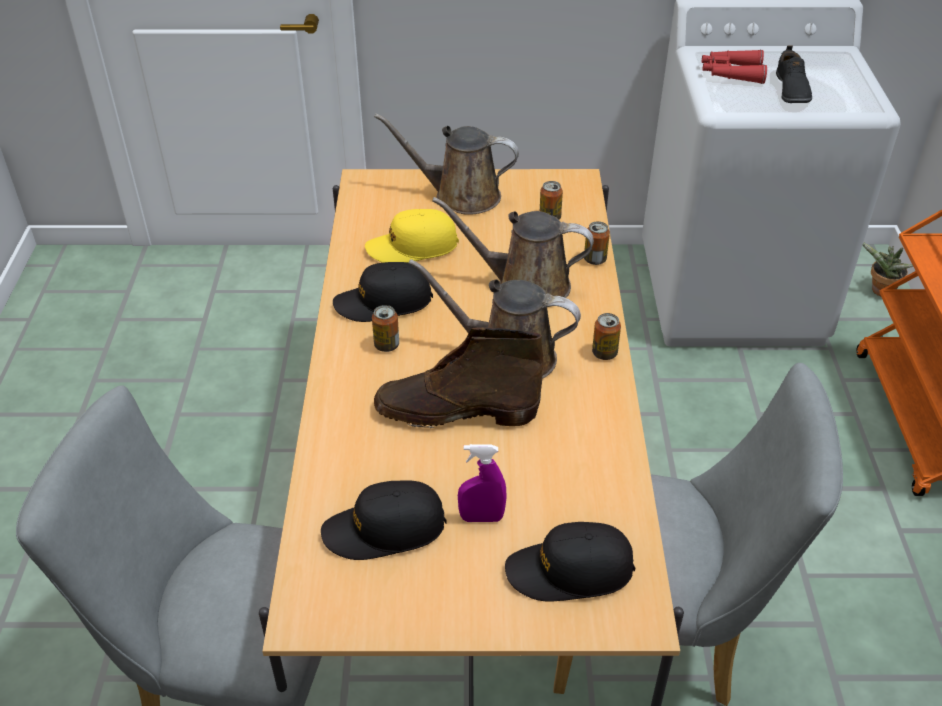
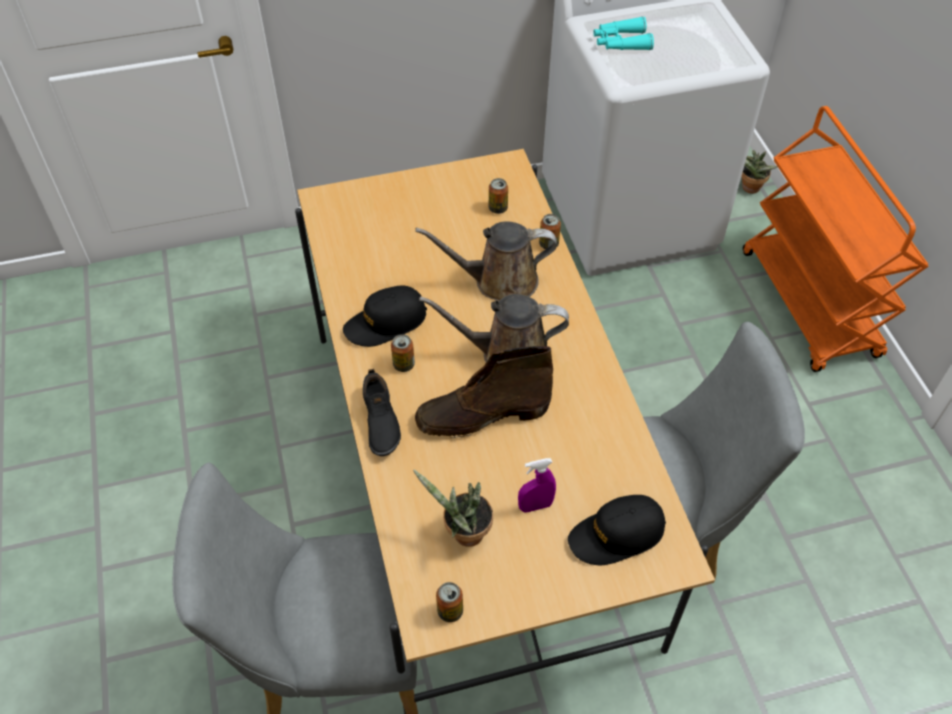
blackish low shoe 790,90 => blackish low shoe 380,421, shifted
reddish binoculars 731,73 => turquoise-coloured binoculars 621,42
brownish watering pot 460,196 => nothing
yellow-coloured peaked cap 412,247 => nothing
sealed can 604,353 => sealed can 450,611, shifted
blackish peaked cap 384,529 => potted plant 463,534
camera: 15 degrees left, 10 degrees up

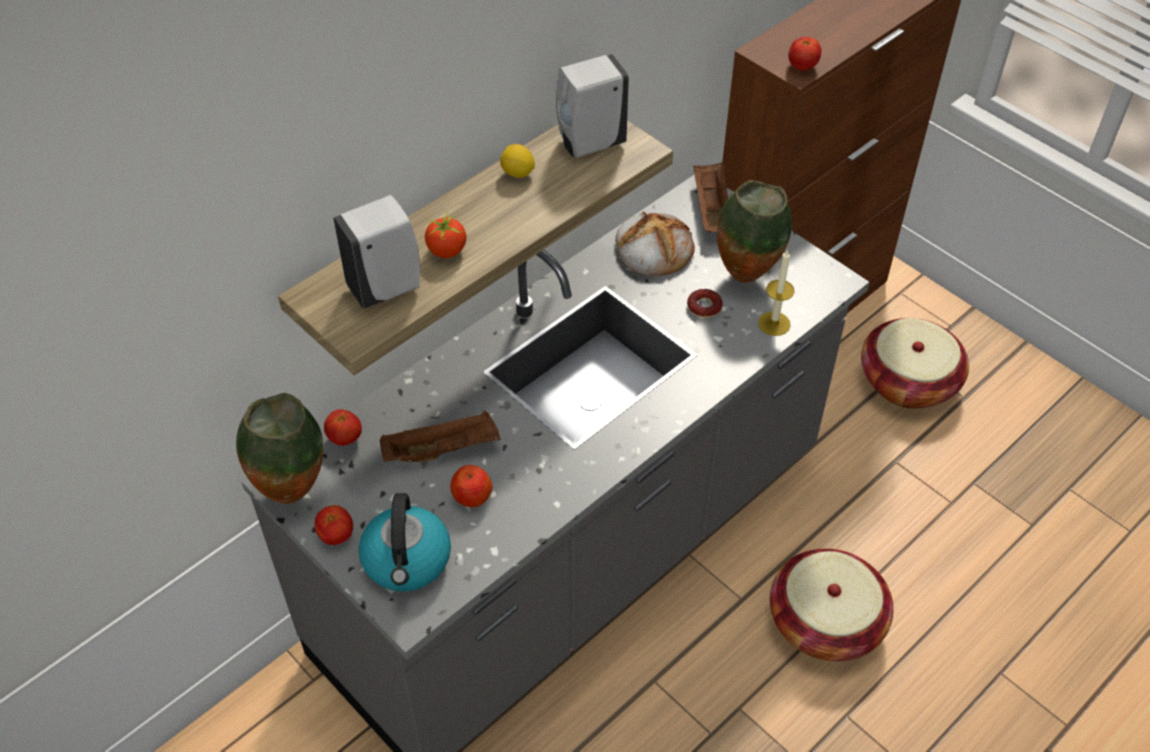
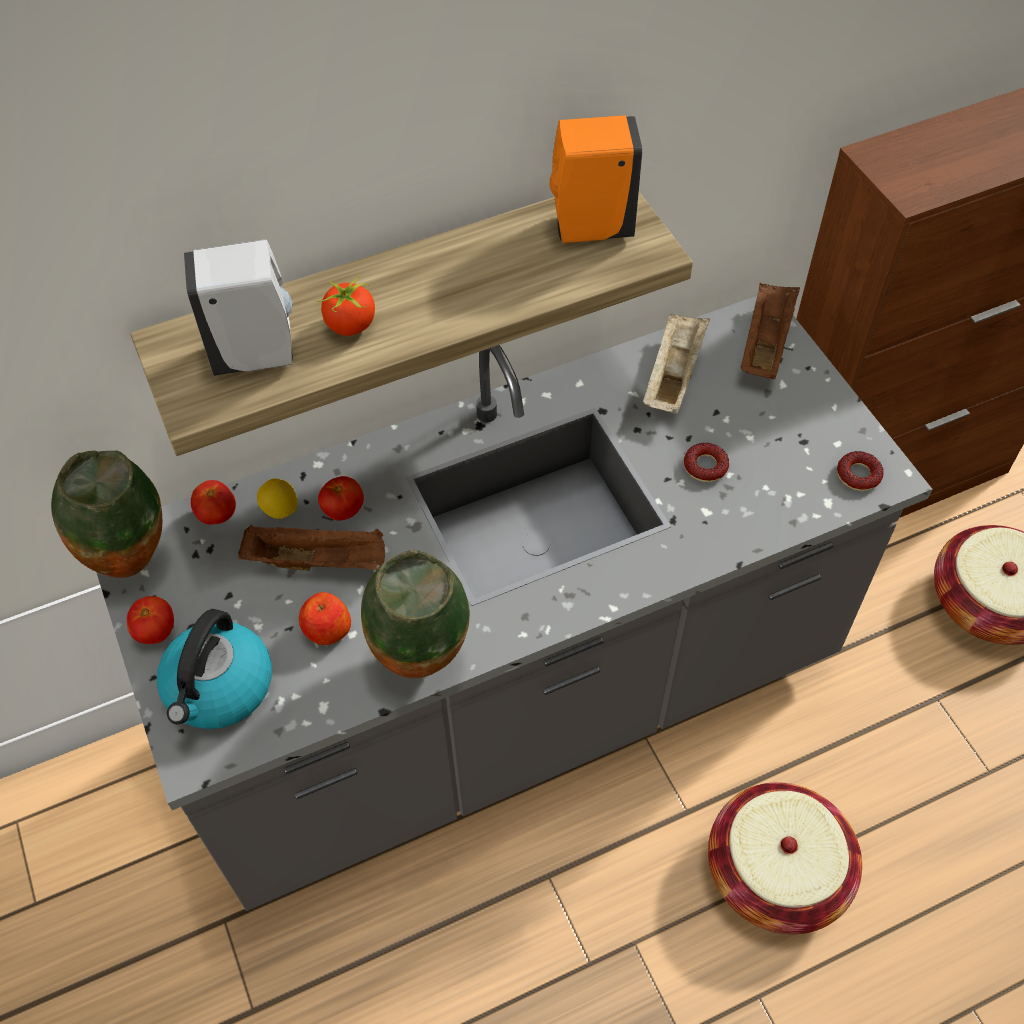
whole tomato 802,66 => whole tomato 343,510, shifted
white soap bottle 589,144 => orangey soap bottle 589,228
lemon 517,173 => lemon 280,509, shifted
decorative vase 746,275 => decorative vase 422,661, shifted
bakery bread 653,248 => beige-coloured serving tray 673,375
candle 774,323 => nothing
nothing => ring doughnut 858,475
camera: 20 degrees right, 5 degrees up

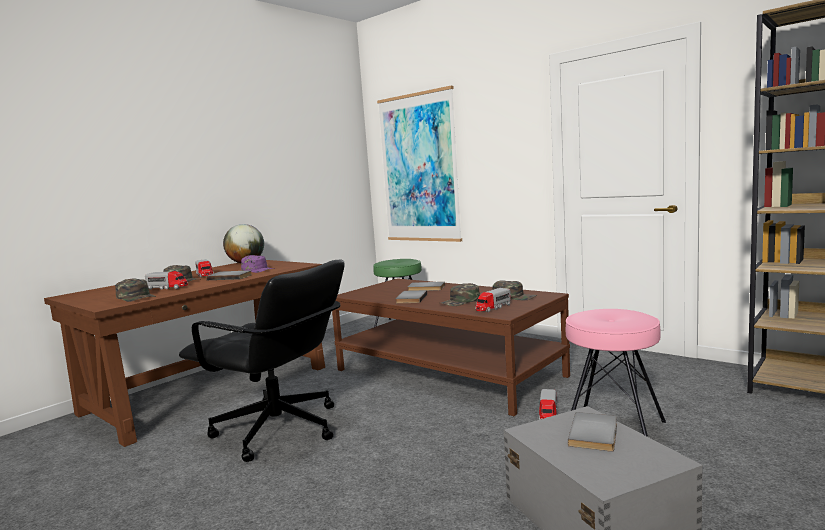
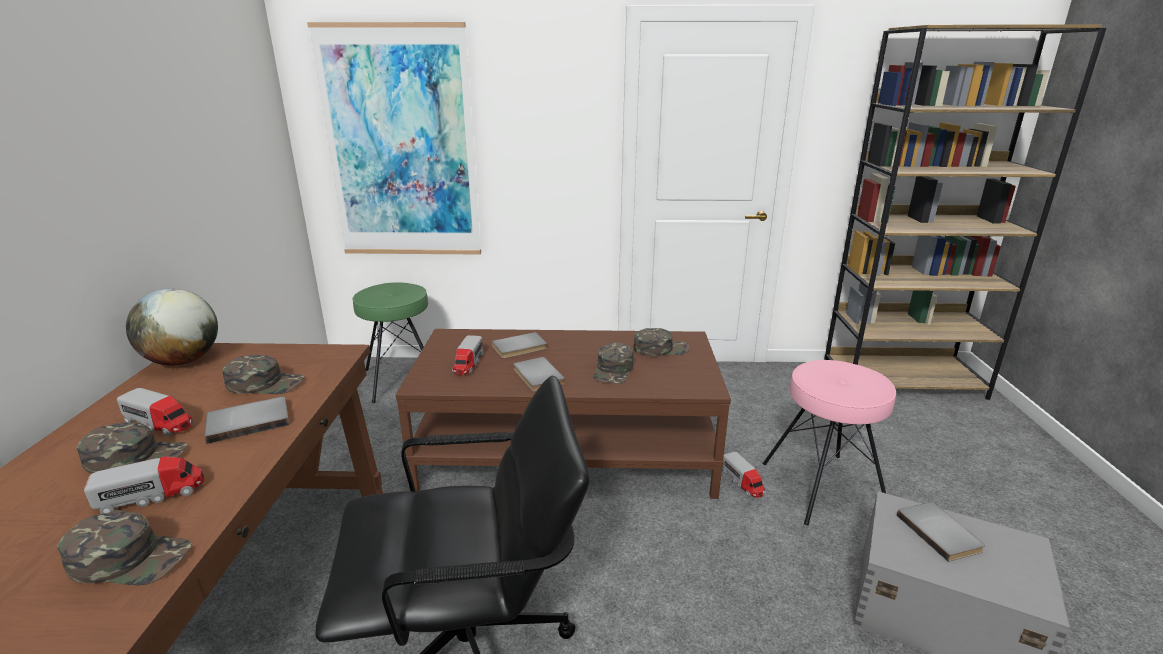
purplish peaked cap 258,270 => green-coloured peaked cap 266,383
toy lorry 492,308 => toy lorry 468,364, shifted
camera: 40 degrees left, 15 degrees up

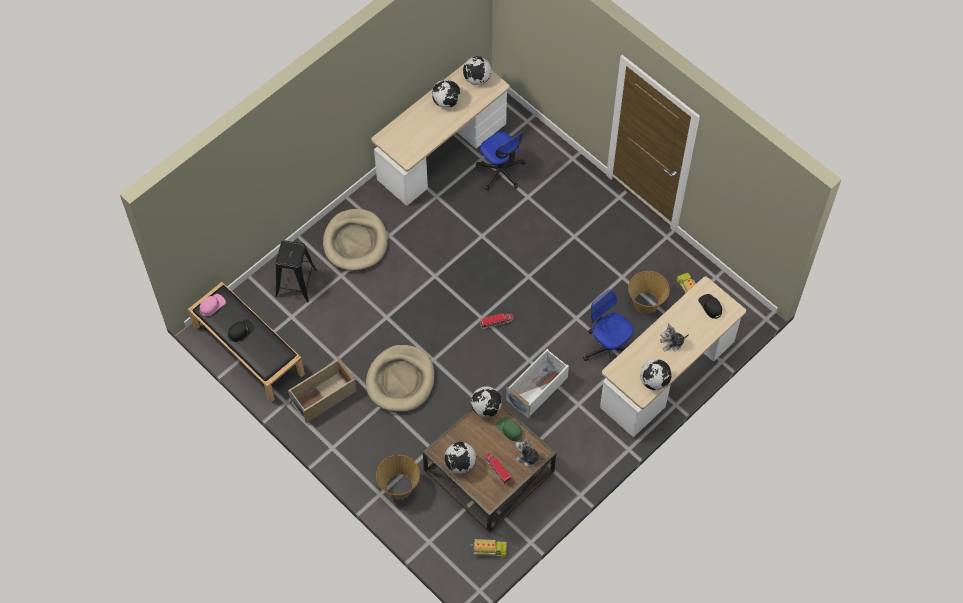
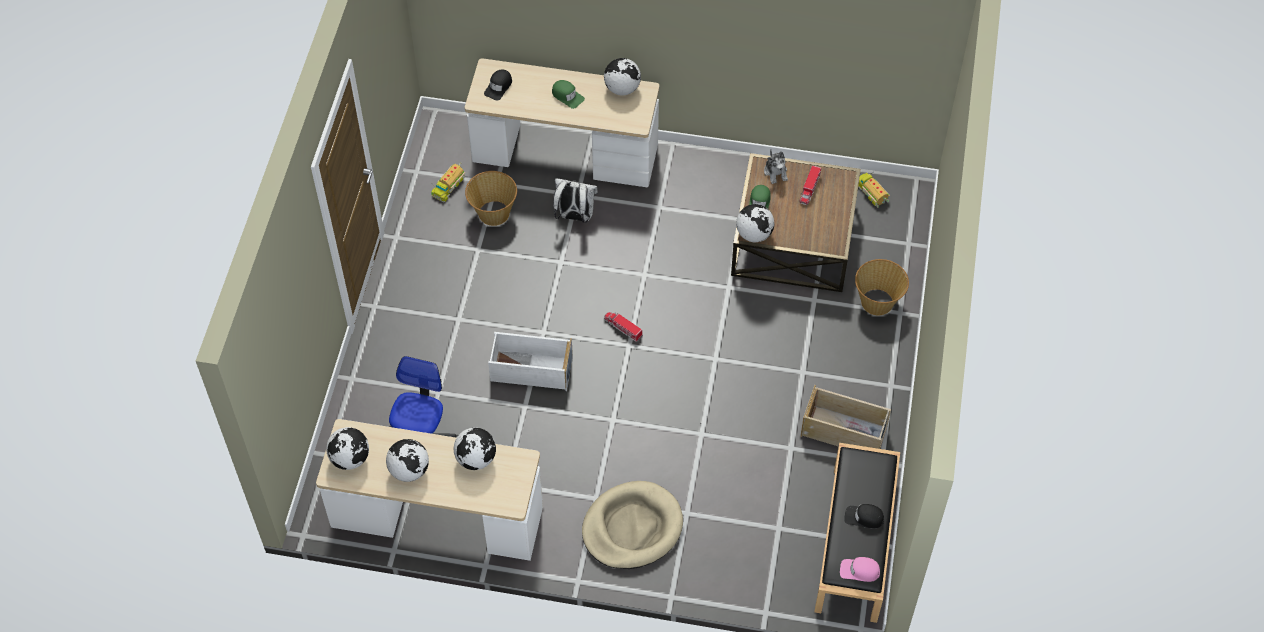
blackish stool seat 296,283 => nothing
computer chair 608,348 => white knapsack 574,216
soft toy 672,343 => green-coloured peaked cap 567,96
beige-coloured dog bed 400,380 => nothing
white storage box 537,388 => white storage box 530,370, shifted
world globe 460,464 => world globe 476,459, shifted
camera: 125 degrees left, 5 degrees down

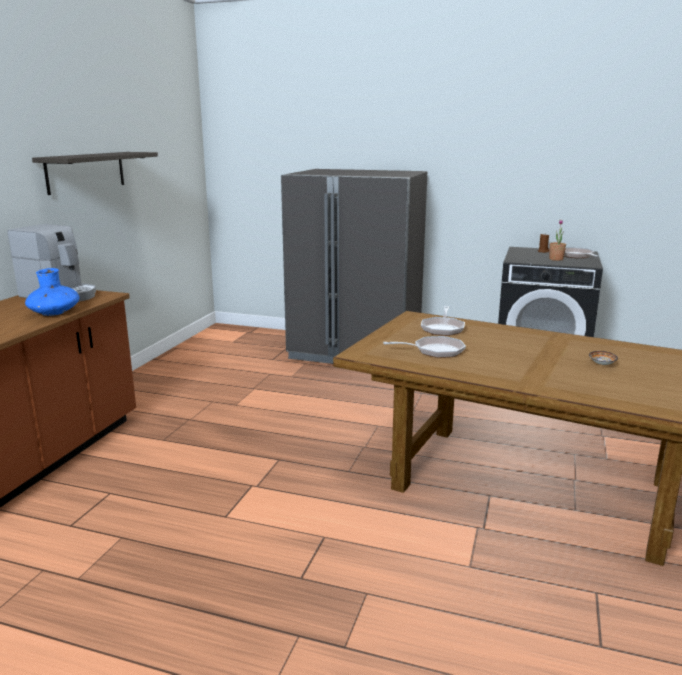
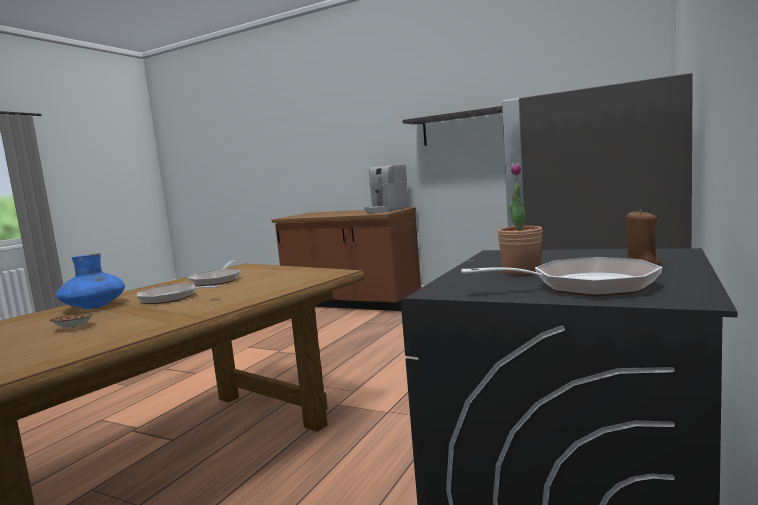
blue decorative vase 54,313 => blue decorative vase 94,306, shifted
skillet 442,328 => skillet 172,298, shifted
camera: 100 degrees right, 10 degrees down

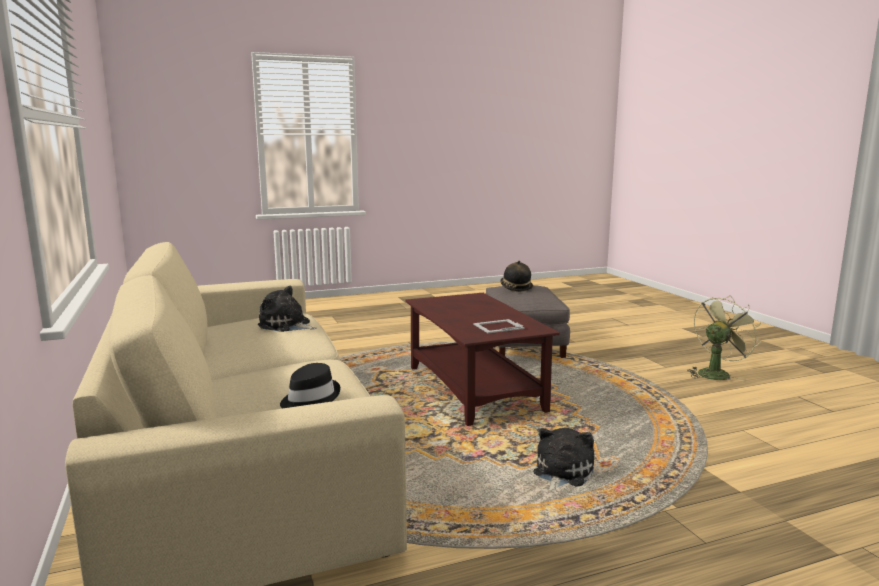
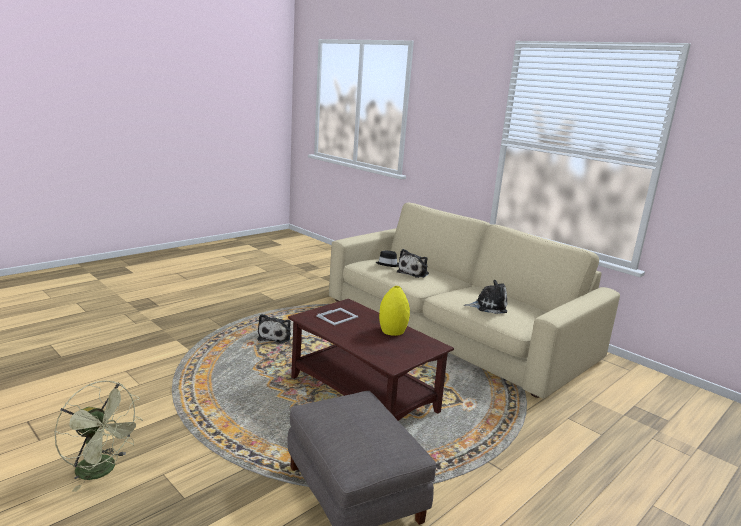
wearable hat 515,288 => nothing
green-coloured electric fan 716,373 => green-coloured electric fan 102,471, 90 degrees counterclockwise
nothing => soft toy 414,273
nothing => yellow-coloured decorative vase 392,331
camera: 155 degrees right, 5 degrees up

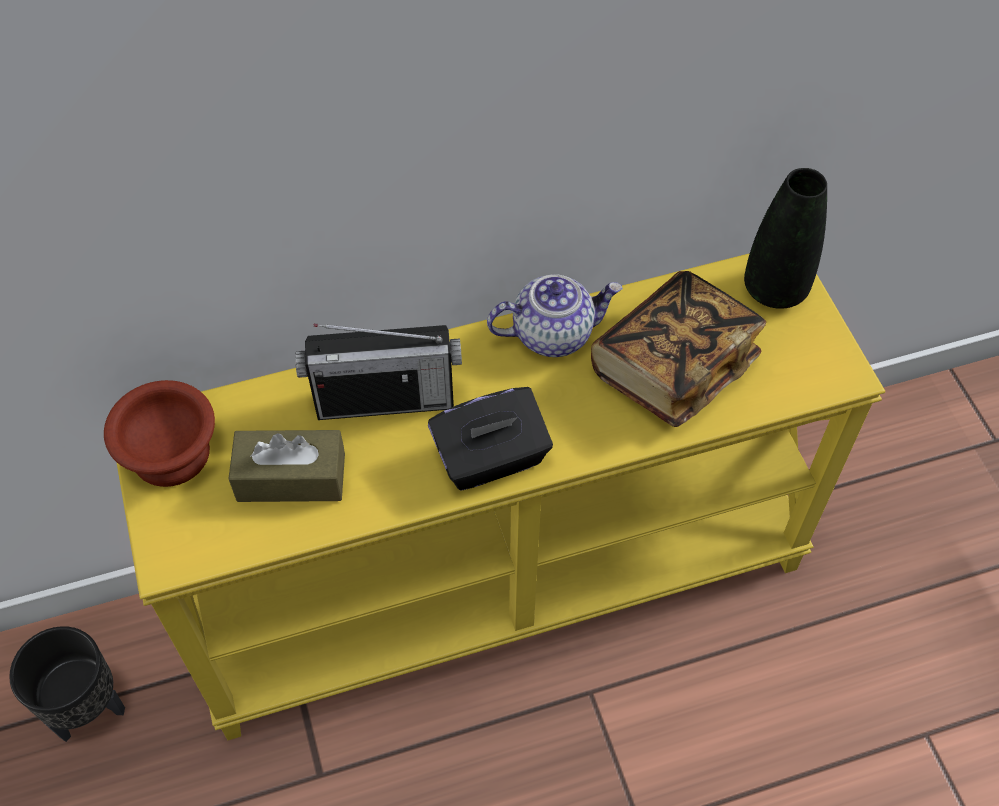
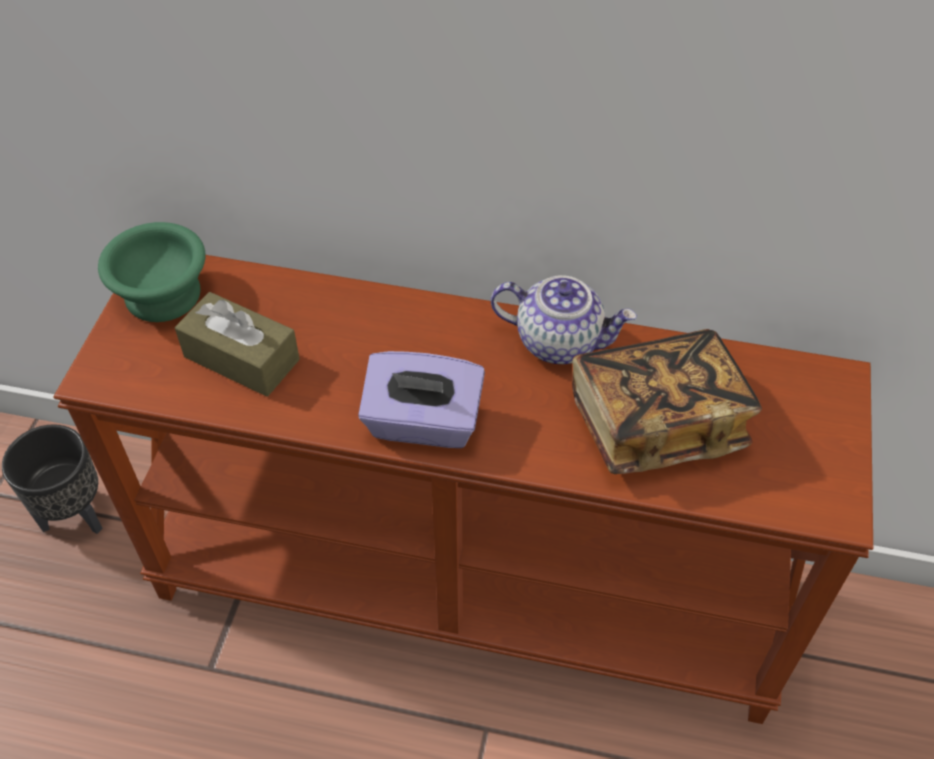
blackish decorative vase 775,290 => nothing
yellow-coloured hall table 499,578 => brownish hall table 469,582
radio 385,400 => nothing
brownish deep dish 170,451 => green-coloured deep dish 164,292
blackish box of tissues 491,459 => purplish box of tissues 423,424
camera: 30 degrees right, 5 degrees down

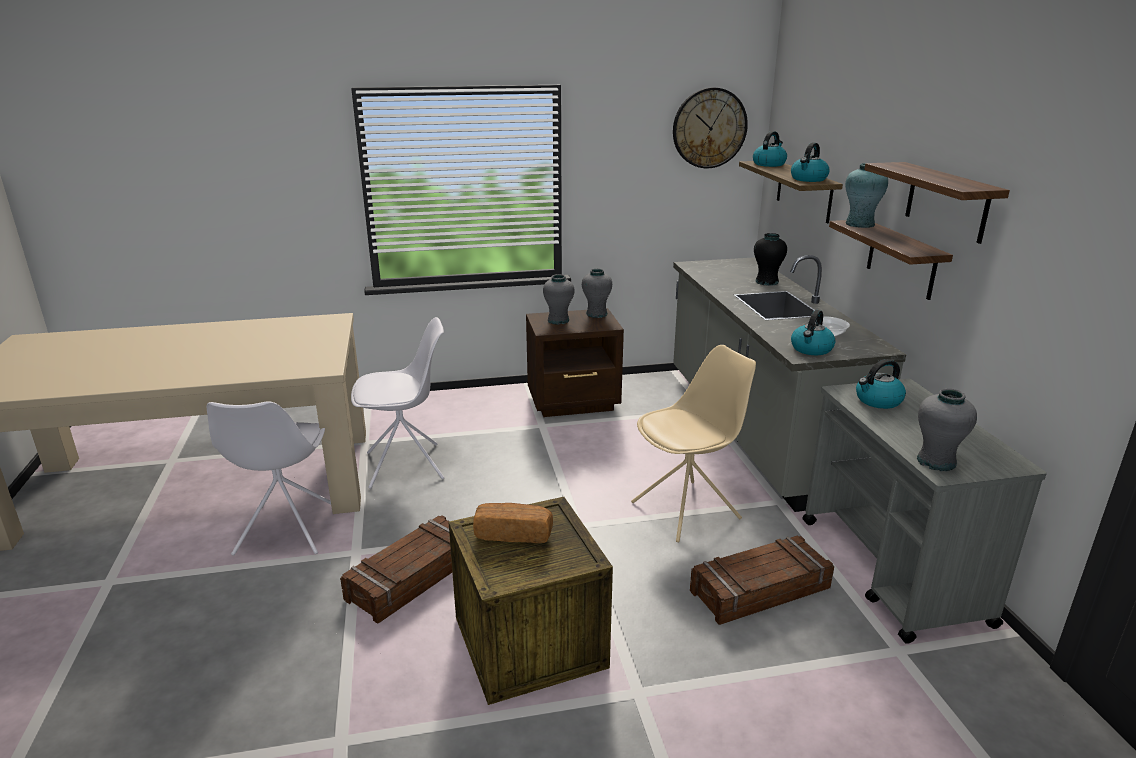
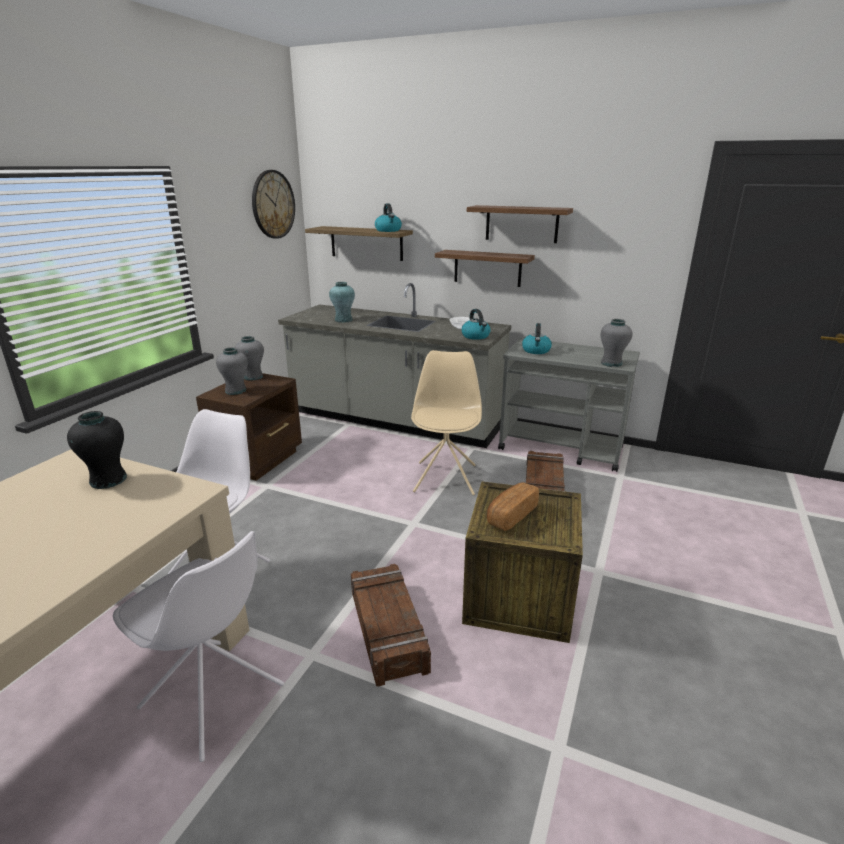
kettle 769,164 => nothing
turquoise-coloured decorative vase 859,224 => turquoise-coloured decorative vase 343,320, shifted
blackish decorative vase 766,282 => blackish decorative vase 108,480, shifted
camera: 55 degrees left, 0 degrees up

